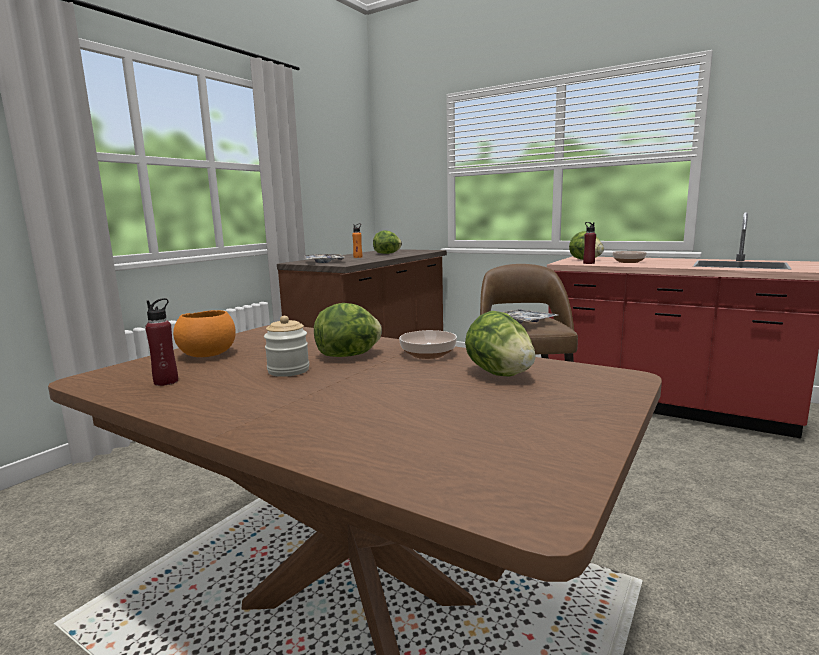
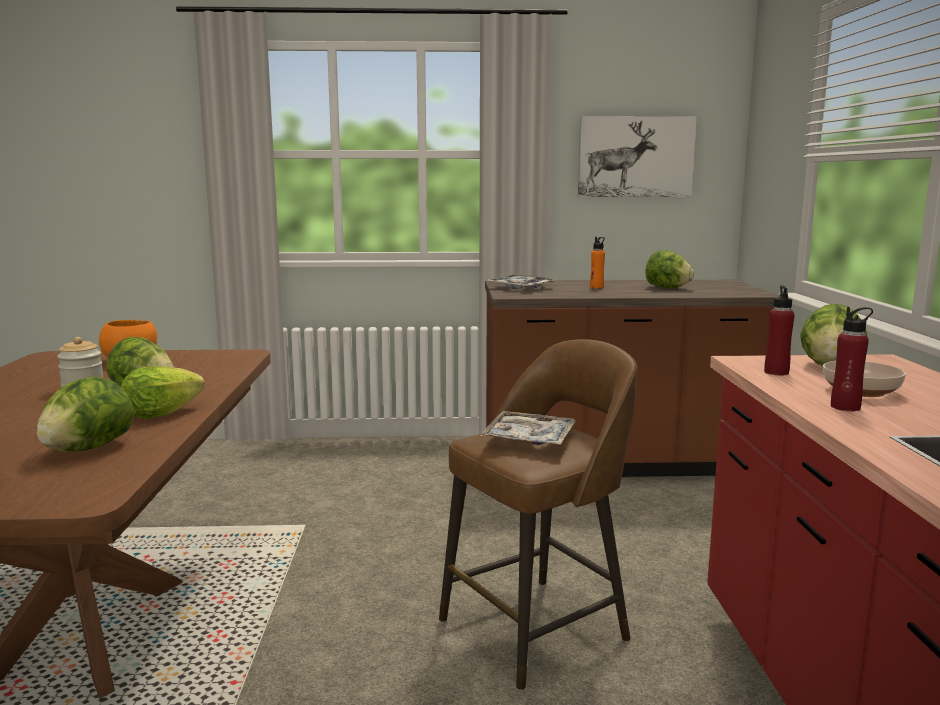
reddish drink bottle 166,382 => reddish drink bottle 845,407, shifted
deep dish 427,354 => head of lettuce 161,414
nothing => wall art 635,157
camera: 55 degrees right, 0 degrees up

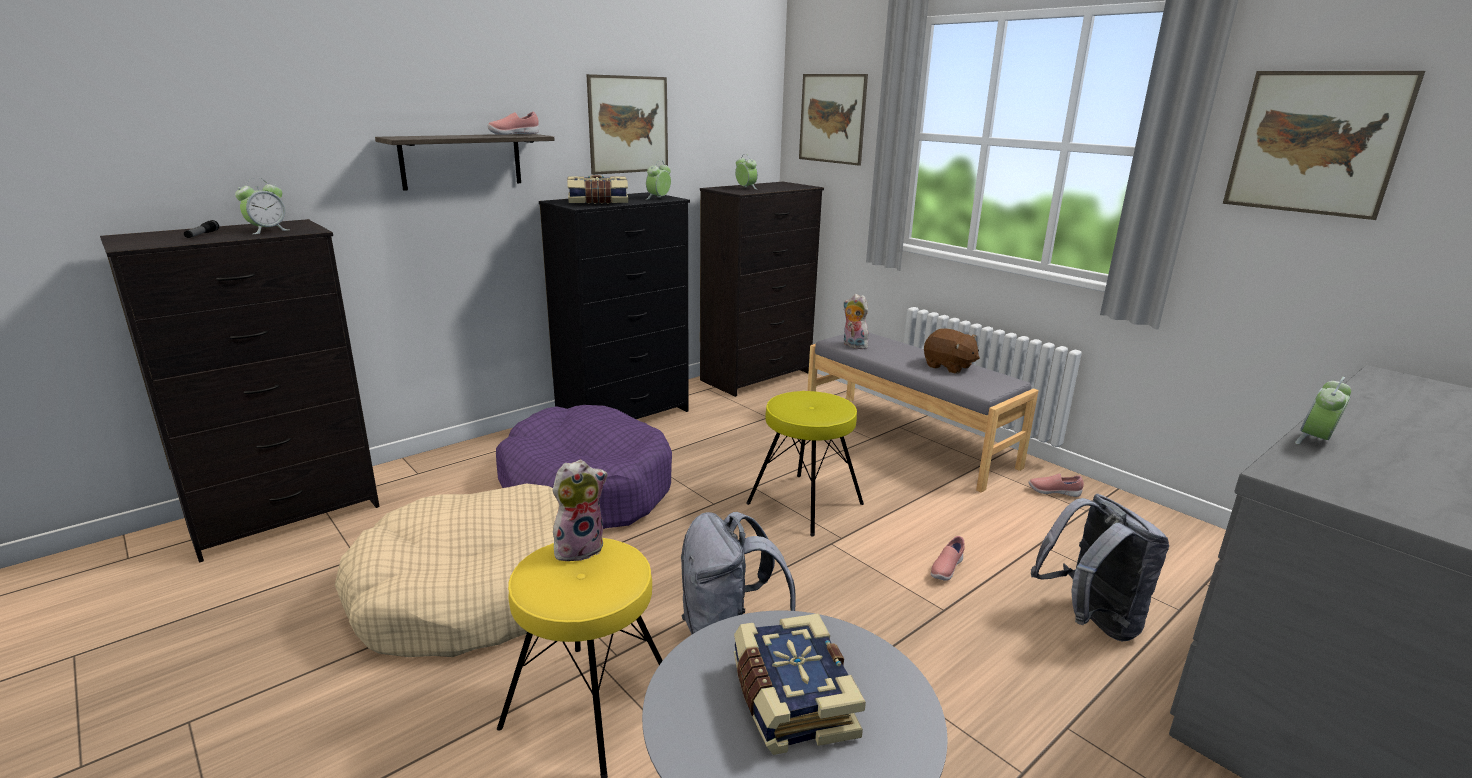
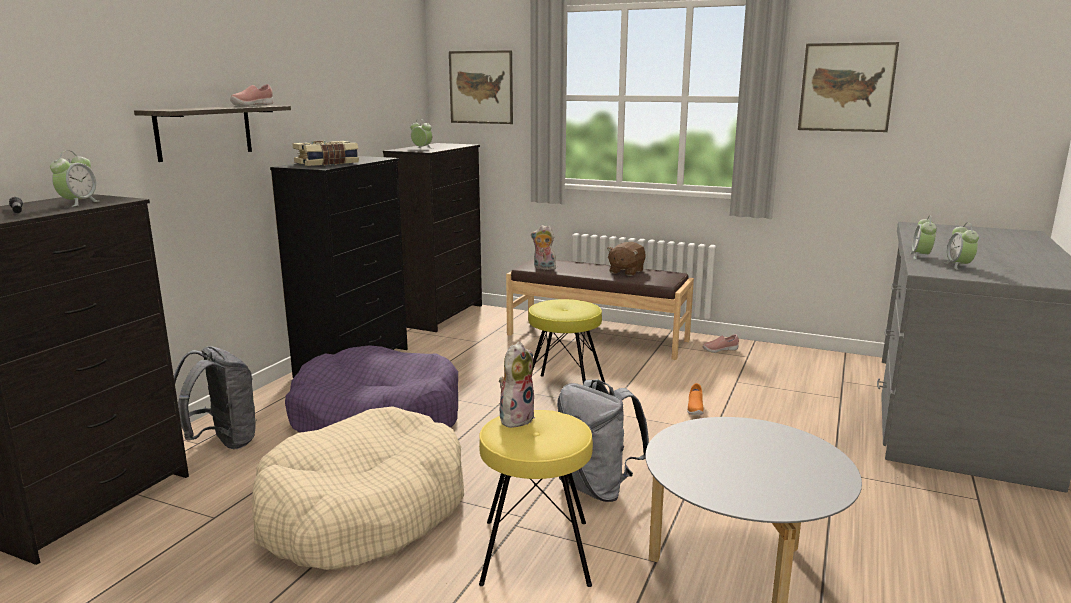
wall art 628,125 => nothing
alarm clock 658,198 => alarm clock 958,266, shifted
brownish soft toy 948,367 => brownish soft toy 626,272, 105 degrees clockwise
gray long seat 908,439 => brownish long seat 597,337
gray knapsack 1089,621 => gray knapsack 222,443, shifted
pinkish low shoe 946,569 => orangey low shoe 694,409
book 790,699 => nothing
camera: 25 degrees left, 5 degrees down

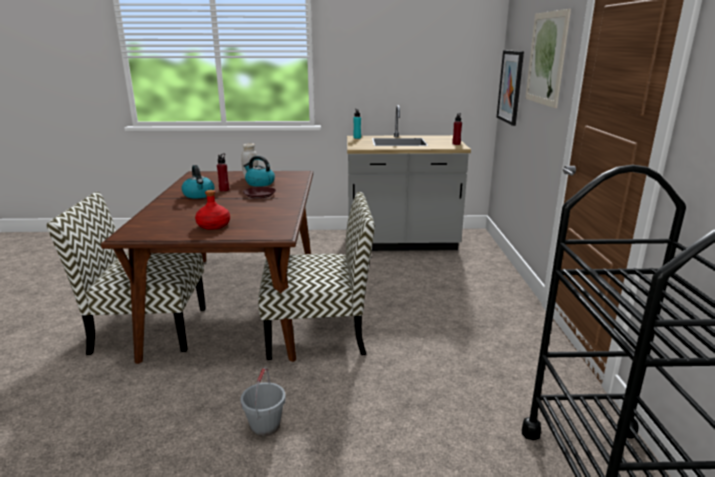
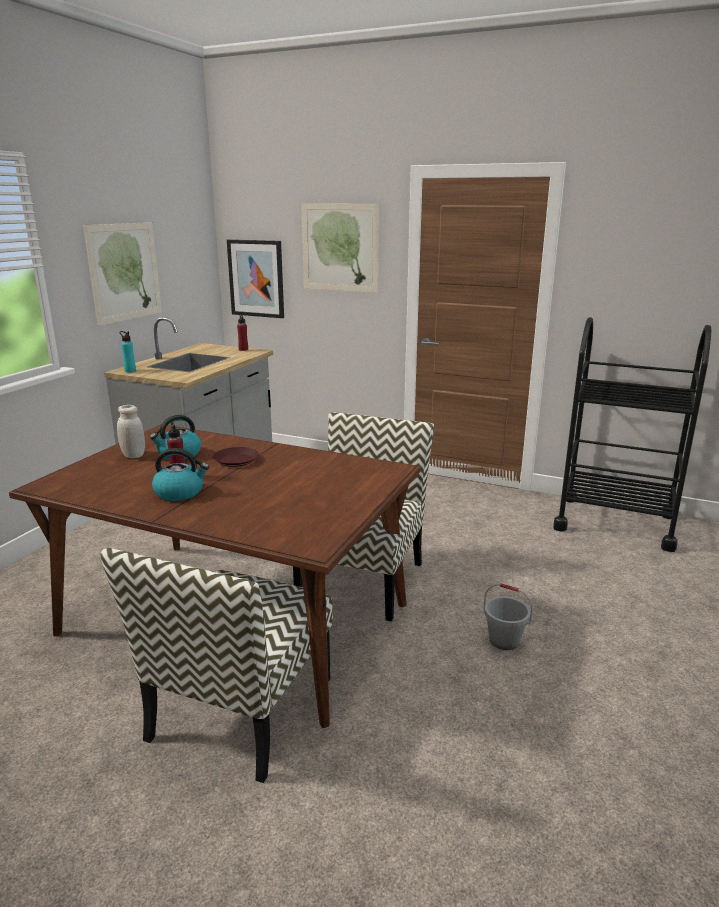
reddish drink bottle 214,225 => nothing
nothing => wall art 125,272
camera: 65 degrees left, 0 degrees up

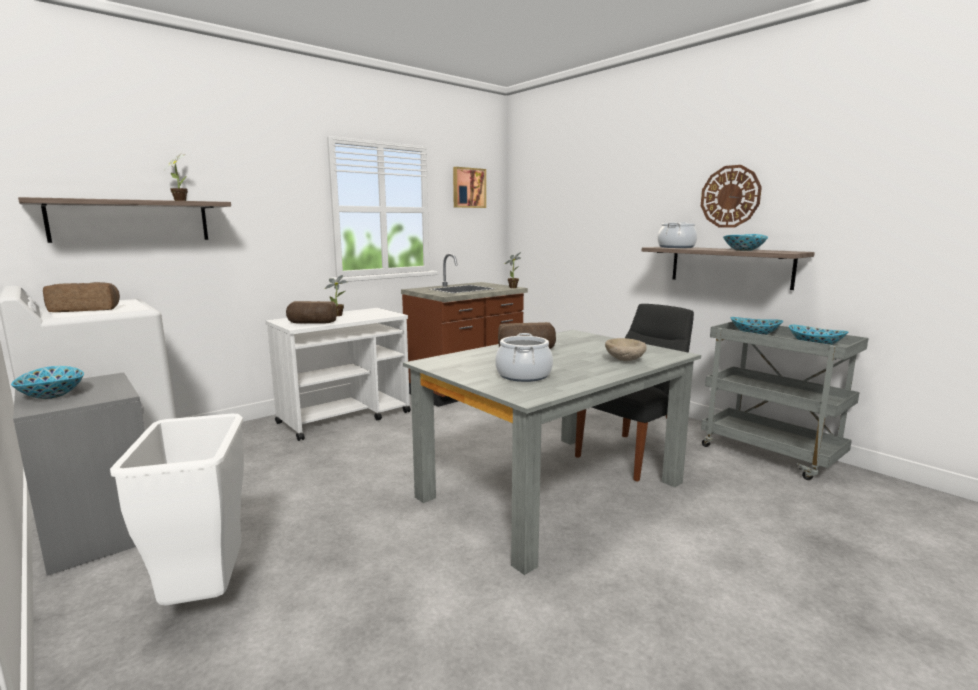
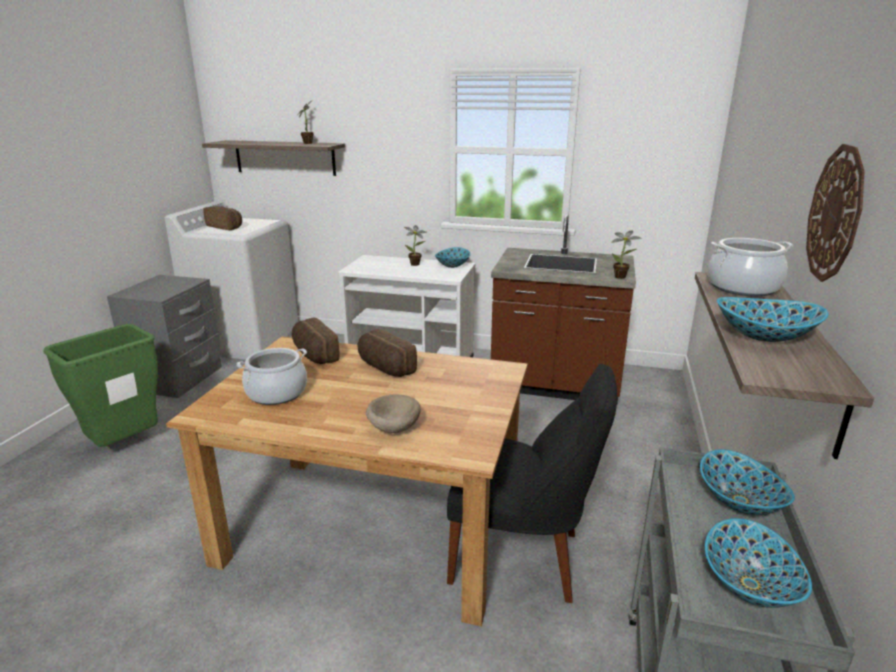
wall art 468,188 => nothing
bakery bread 311,323 => bakery bread 313,354, shifted
gray dinner table 552,491 => brownish dinner table 370,528
deep dish 53,395 => deep dish 453,265, shifted
white trash can 206,596 => green-coloured trash can 127,445
camera: 55 degrees right, 10 degrees up

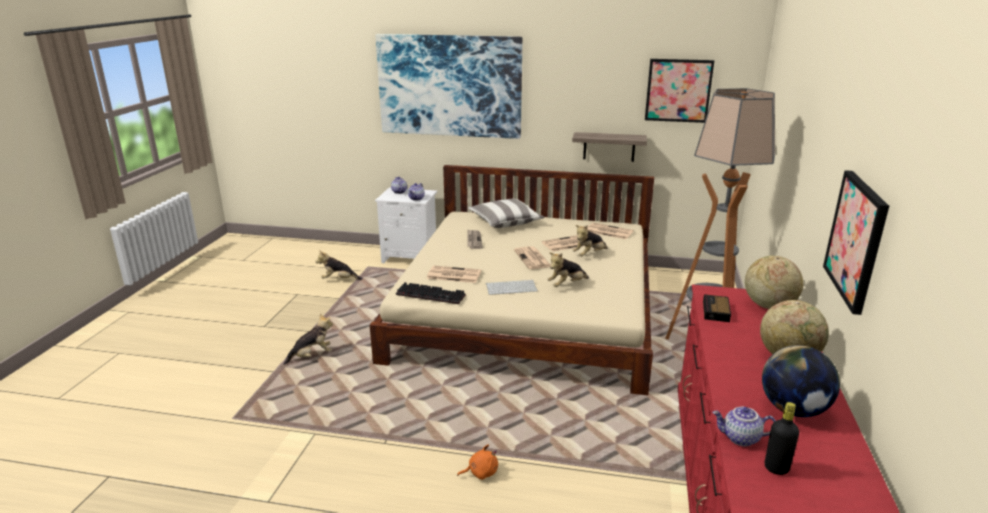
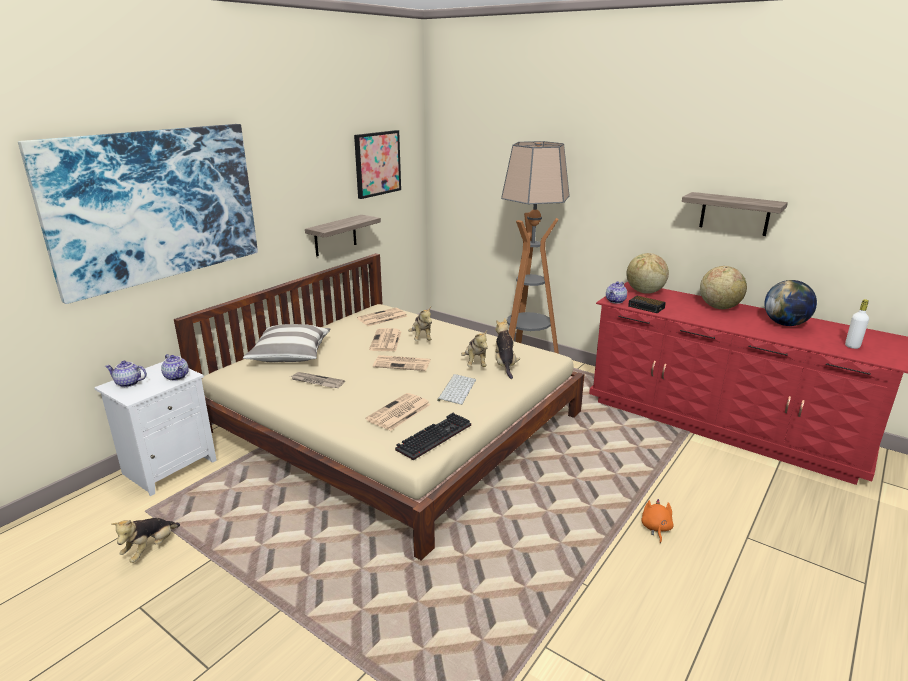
wall art 856,239 => bracket shelf 734,214
soft toy 312,356 => soft toy 505,365, shifted
blackish drink bottle 776,468 => white drink bottle 852,346
tea pot 740,438 => tea pot 616,301, shifted
camera: 65 degrees left, 0 degrees up

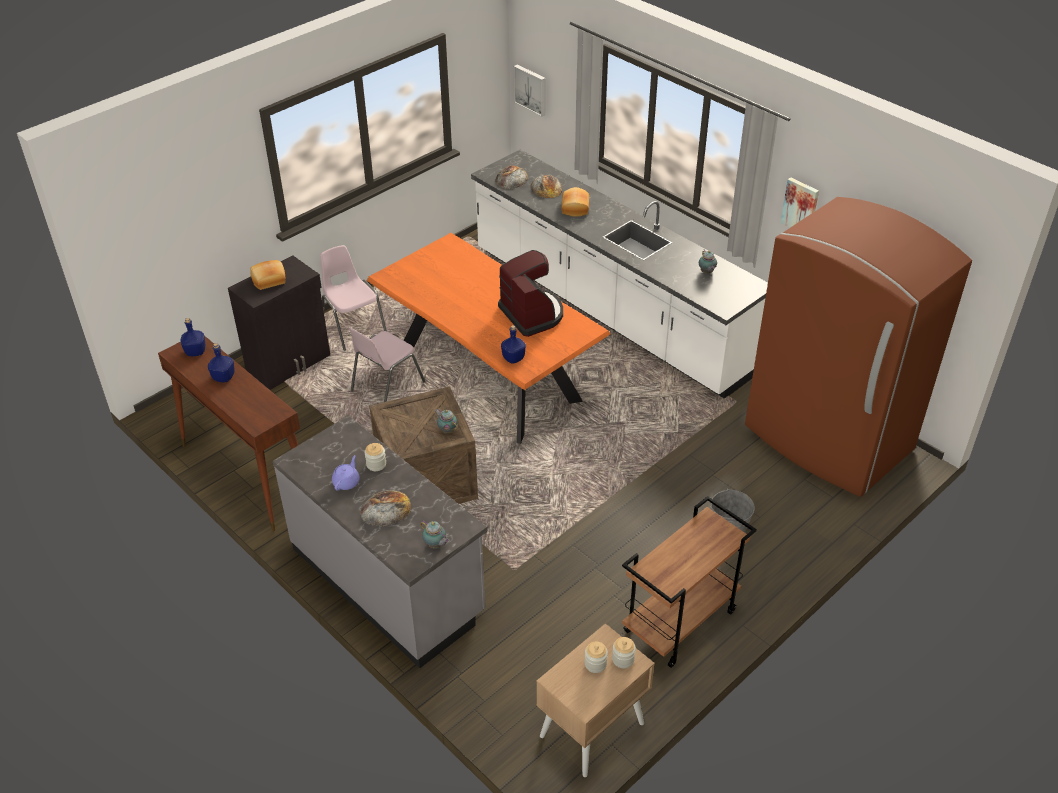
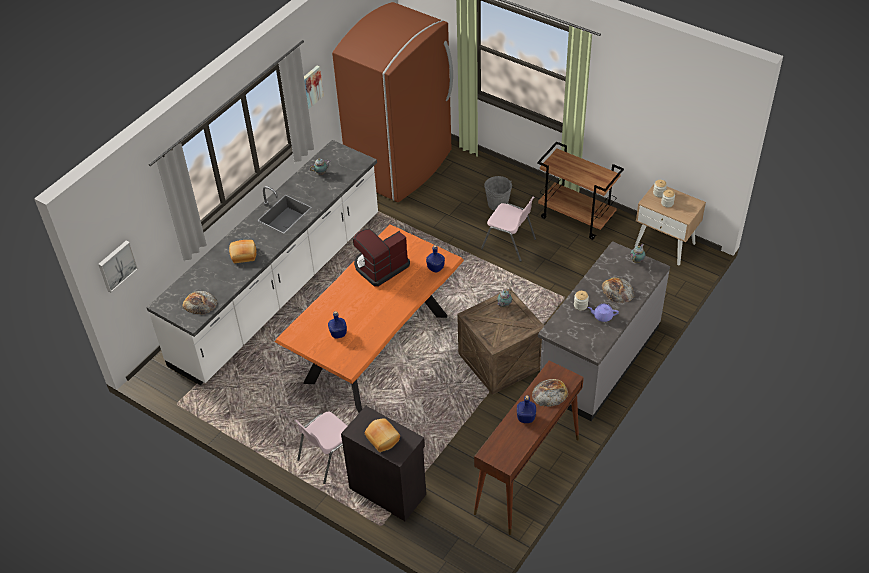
bakery bread 546,188 => bakery bread 550,393, shifted
blue drink bottle 195,352 => blue drink bottle 338,334, shifted
pinkish plain chair 386,386 => pinkish plain chair 509,244, shifted
camera: 100 degrees left, 5 degrees up

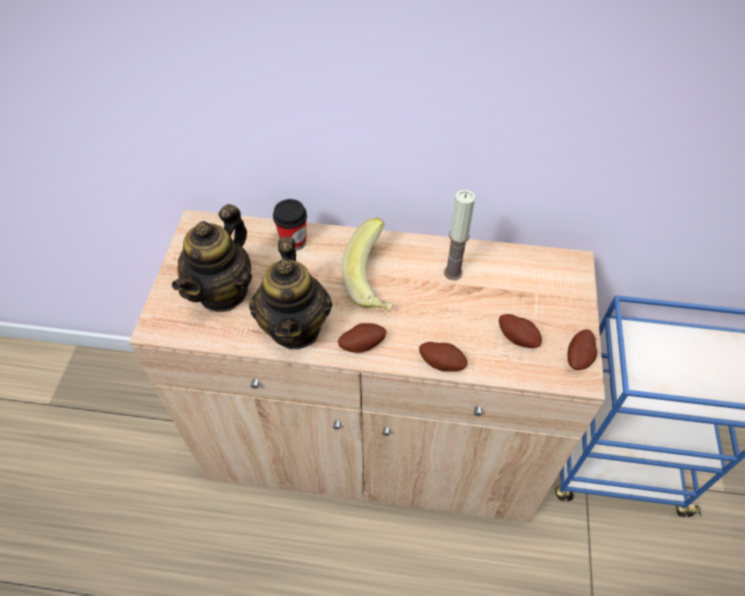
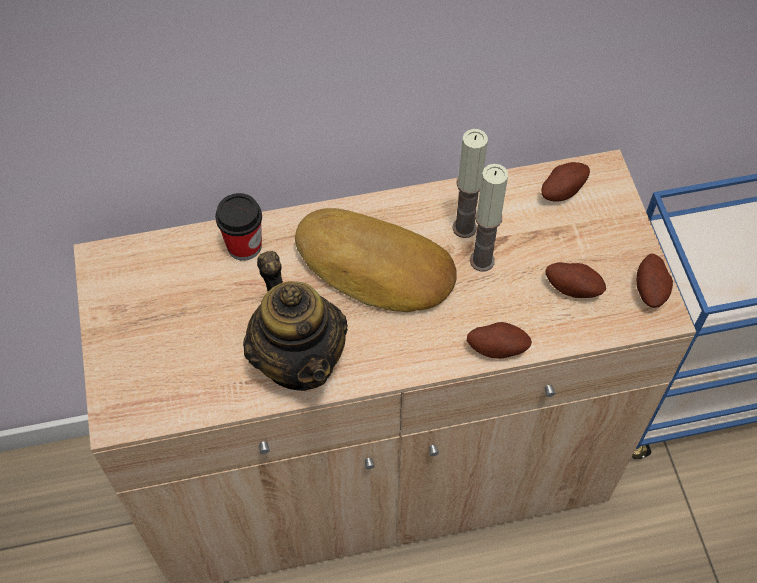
tea pot 223,291 => nothing
banana 375,282 => bakery bread 374,269
spud 362,344 => spud 561,190, shifted
nothing => candle 482,261
camera: 20 degrees left, 5 degrees up

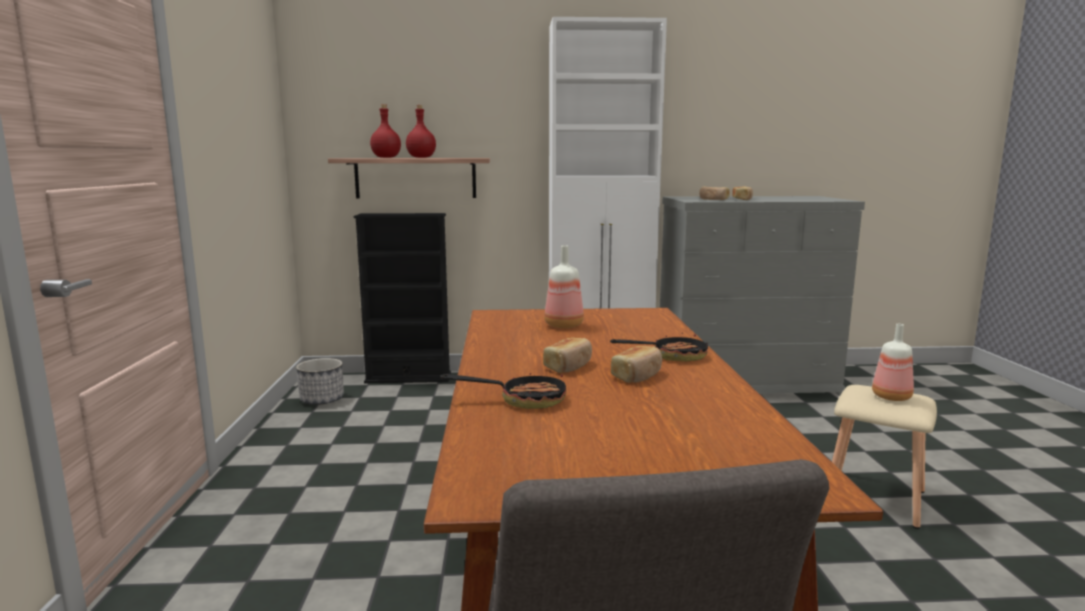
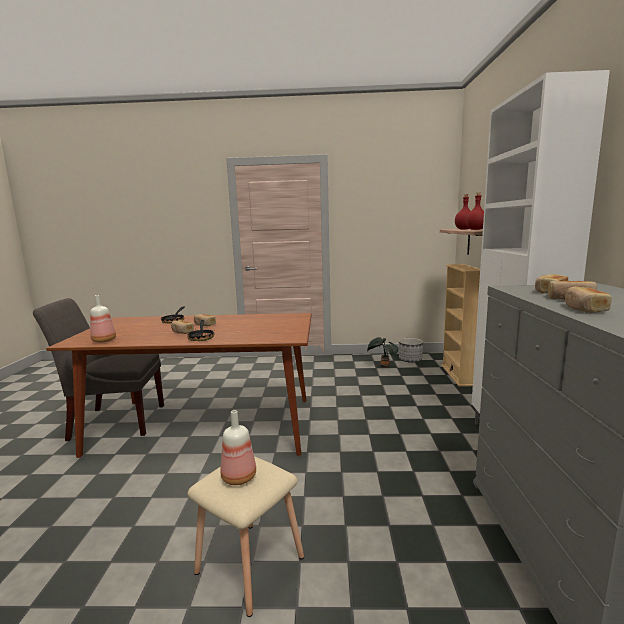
blackish bookcase 408,378 => beige-coloured bookcase 459,375
drink bottle 562,325 => drink bottle 105,340, shifted
nothing => bakery bread 584,309
nothing => potted plant 383,366
camera: 95 degrees right, 0 degrees up

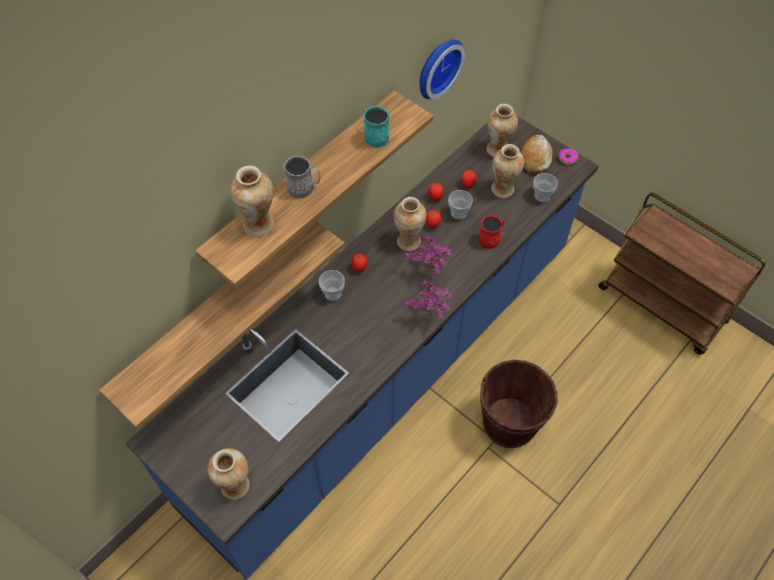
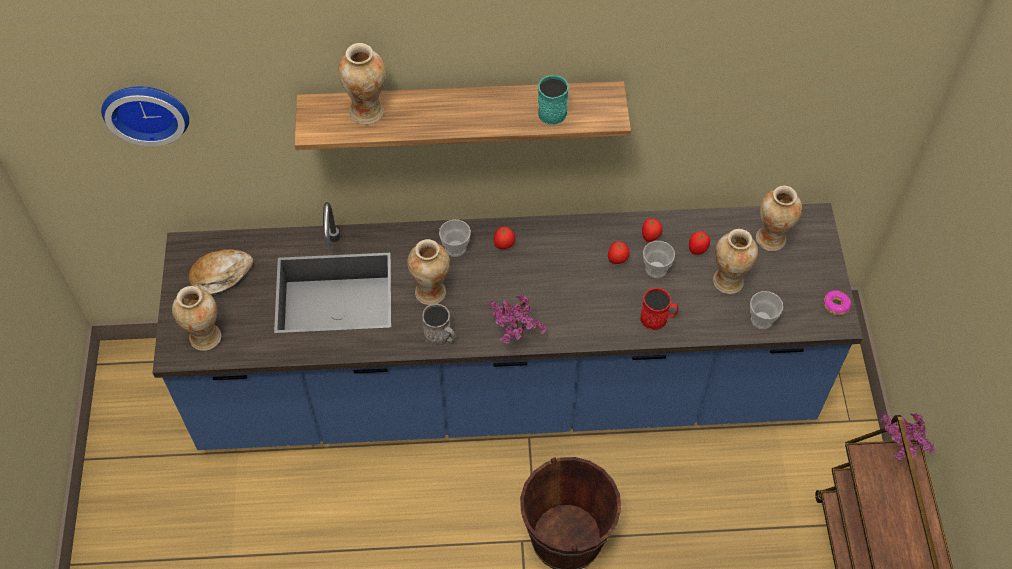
clock on the wall 437,66 => clock on the wall 146,109, shifted
bakery bread 535,157 => bakery bread 221,275, shifted
gray tea mug 304,188 => gray tea mug 440,336, shifted
decorative vase 409,241 => decorative vase 431,292, shifted
bracket shelf 215,311 => nothing
potted plant 430,273 => potted plant 898,454, shifted
camera: 45 degrees right, 0 degrees up

